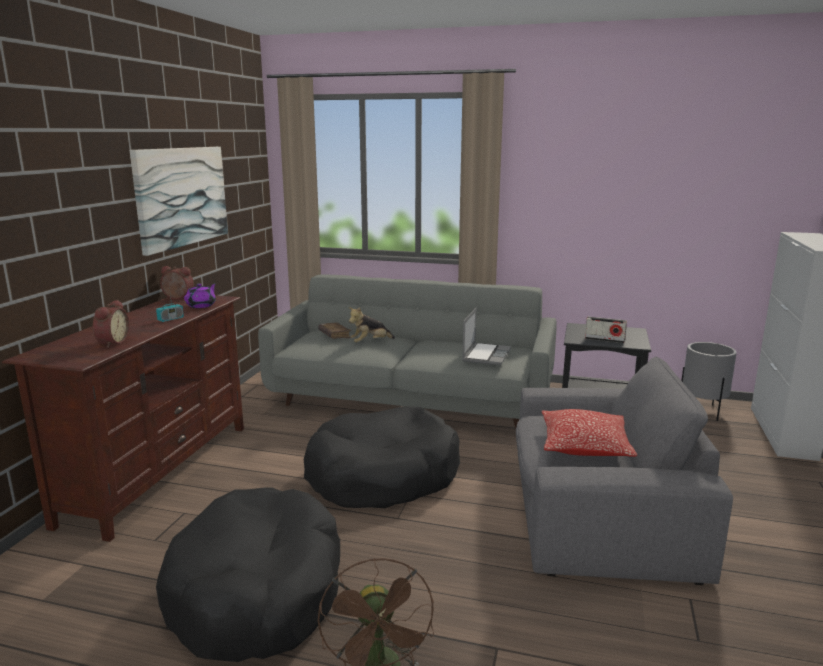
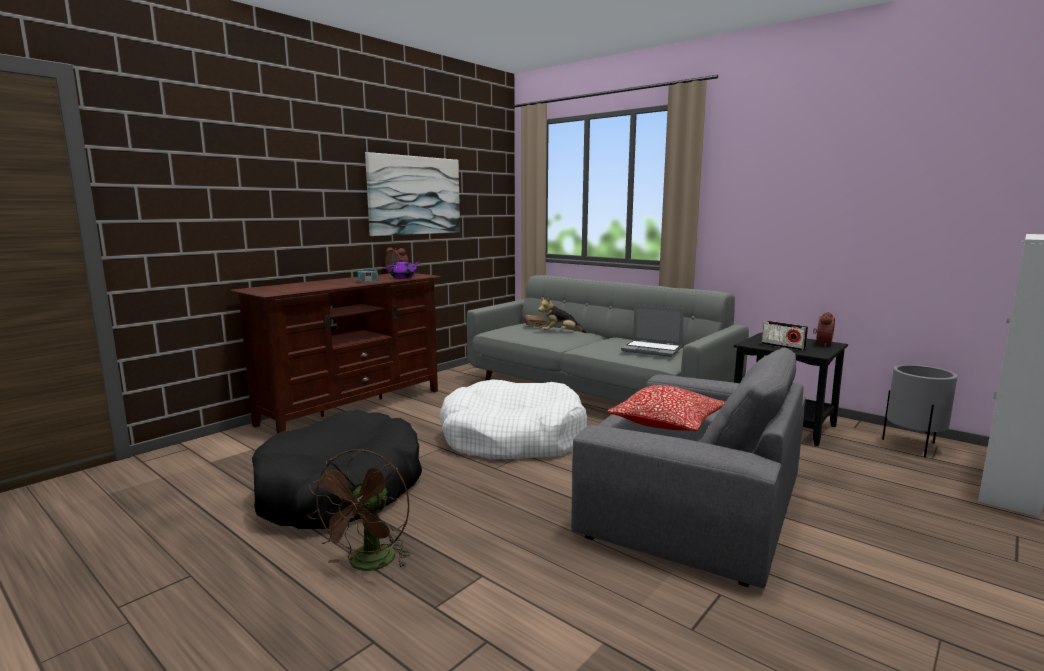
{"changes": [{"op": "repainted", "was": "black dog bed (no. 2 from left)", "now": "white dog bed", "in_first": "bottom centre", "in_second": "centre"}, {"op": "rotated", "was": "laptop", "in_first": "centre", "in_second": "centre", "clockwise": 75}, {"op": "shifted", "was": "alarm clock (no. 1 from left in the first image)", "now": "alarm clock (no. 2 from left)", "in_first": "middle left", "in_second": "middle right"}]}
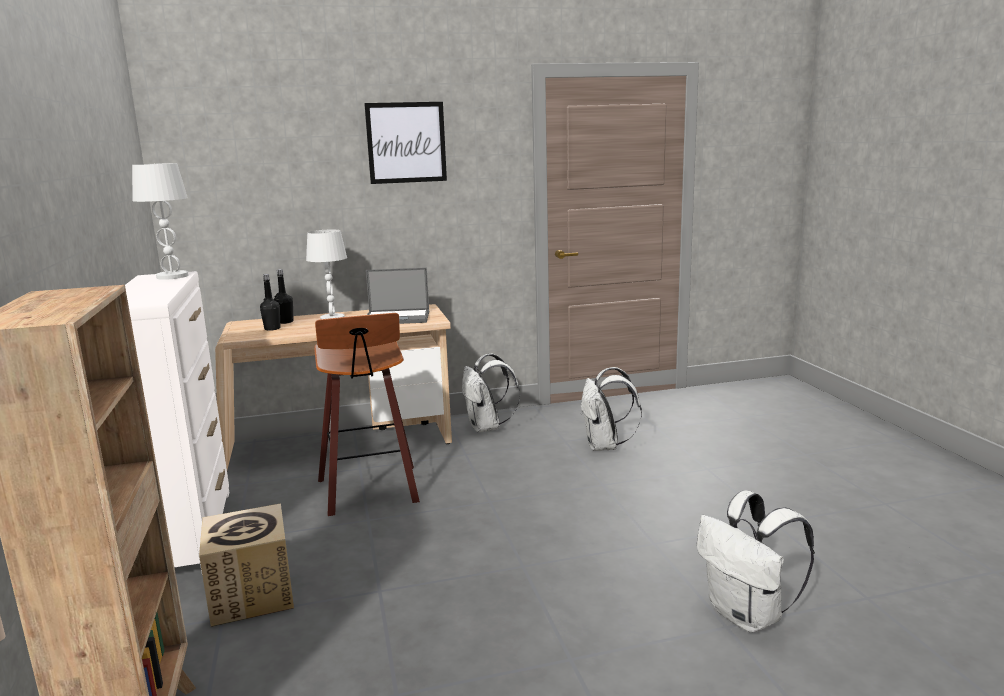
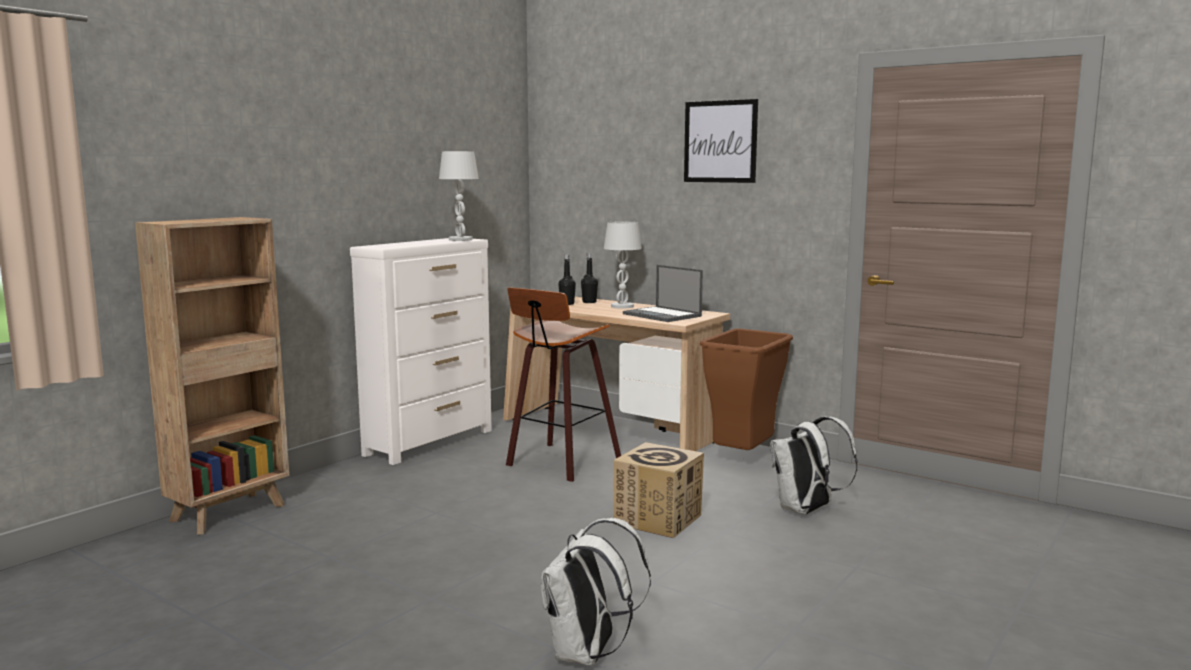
{"changes": [{"op": "shifted", "was": "cardboard box", "in_first": "bottom left", "in_second": "bottom centre"}, {"op": "swapped", "was": "white backpack (no. 1 from left)", "now": "brown trash can", "in_first": "centre", "in_second": "centre"}]}
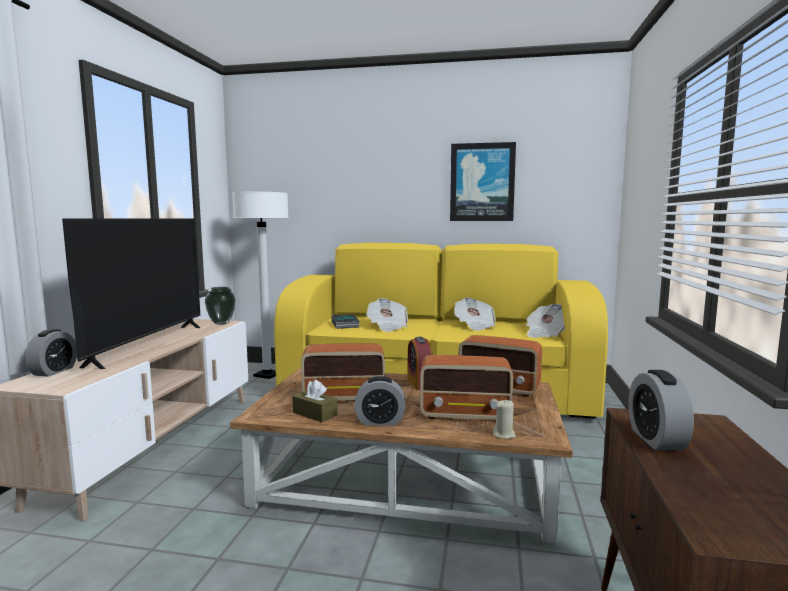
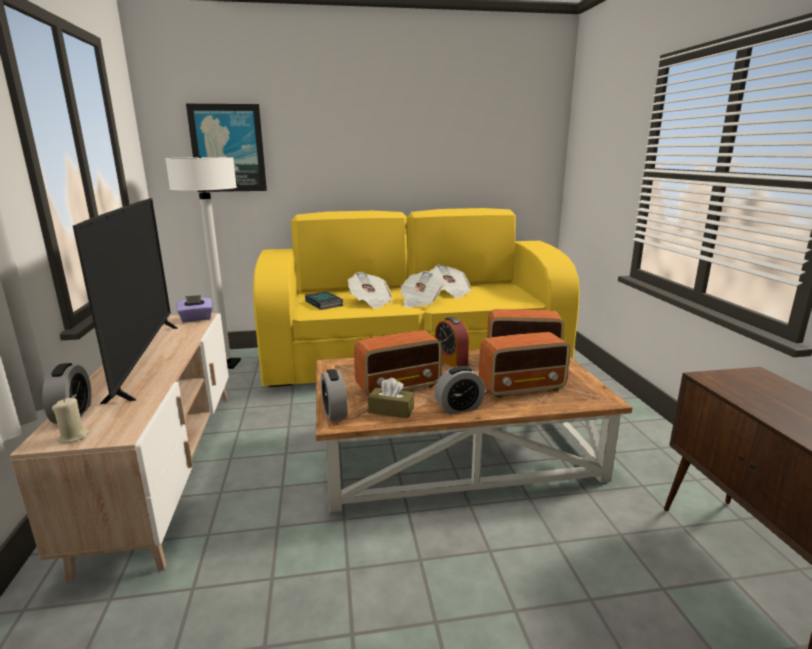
{"changes": [{"op": "shifted", "was": "beige candle", "in_first": "bottom centre", "in_second": "middle left"}, {"op": "swapped", "was": "vase", "now": "purple tissue box", "in_first": "middle left", "in_second": "middle left"}, {"op": "shifted", "was": "picture", "in_first": "top centre", "in_second": "top left"}, {"op": "shifted", "was": "alarm clock (no. 4 from left in the first image)", "now": "alarm clock (no. 2 from left)", "in_first": "bottom right", "in_second": "centre"}, {"op": "shifted", "was": "newspaper (no. 3 from left in the first image)", "now": "newspaper (no. 2 from left)", "in_first": "middle right", "in_second": "centre"}]}
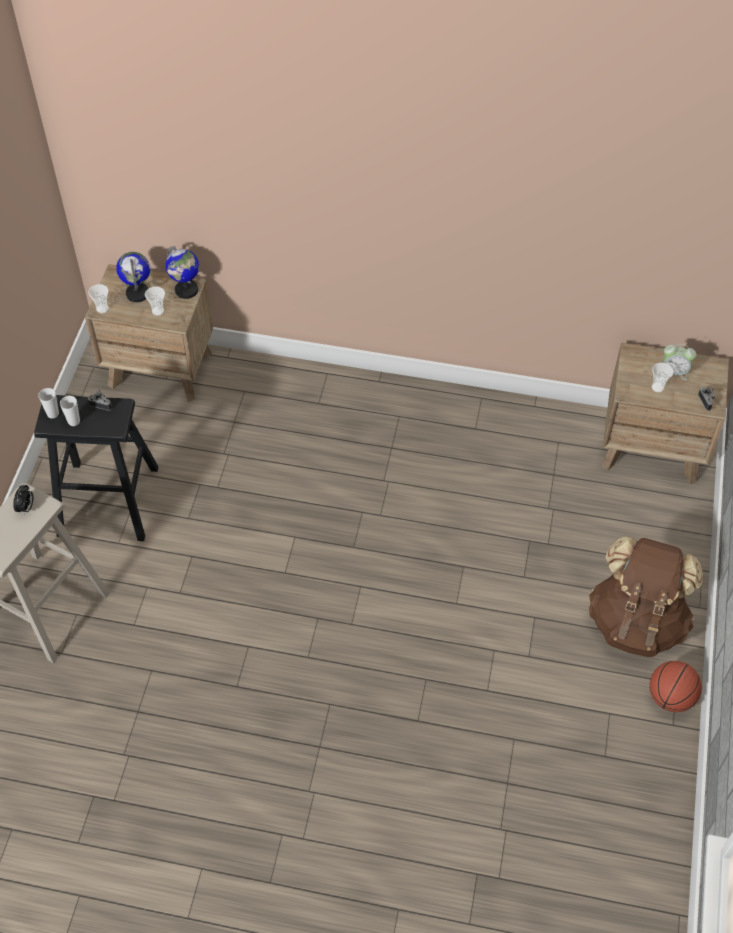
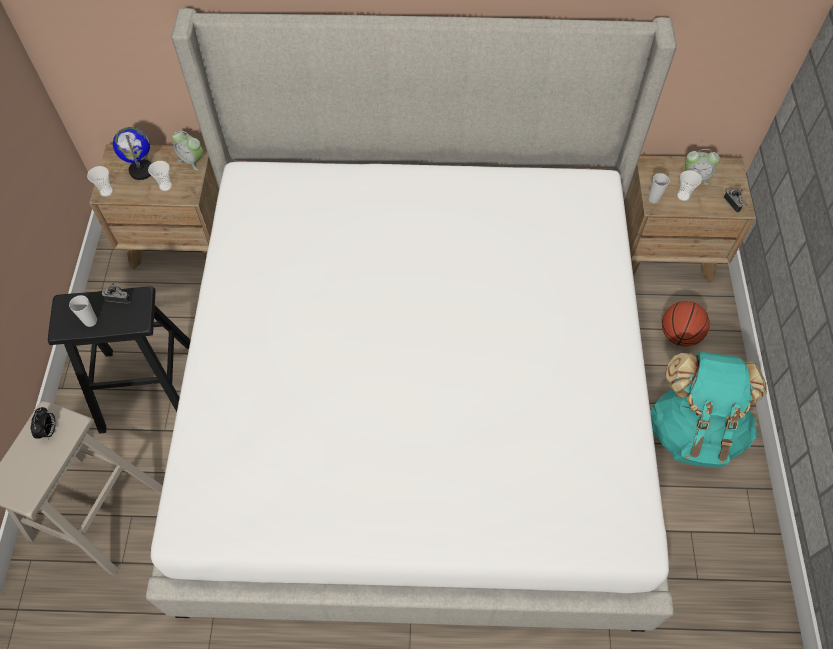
{"changes": [{"op": "new", "now": "bed", "in_second": "centre"}, {"op": "swapped", "was": "globe (no. 2 from left)", "now": "alarm clock (no. 2 from left)", "in_first": "top left", "in_second": "top left"}, {"op": "shifted", "was": "cup (no. 1 from left in the first image)", "now": "cup (no. 4 from left)", "in_first": "middle left", "in_second": "top right"}, {"op": "repainted", "was": "brown backpack", "now": "turquoise backpack", "in_first": "middle right", "in_second": "middle right"}, {"op": "shifted", "was": "basketball", "in_first": "bottom right", "in_second": "middle right"}]}
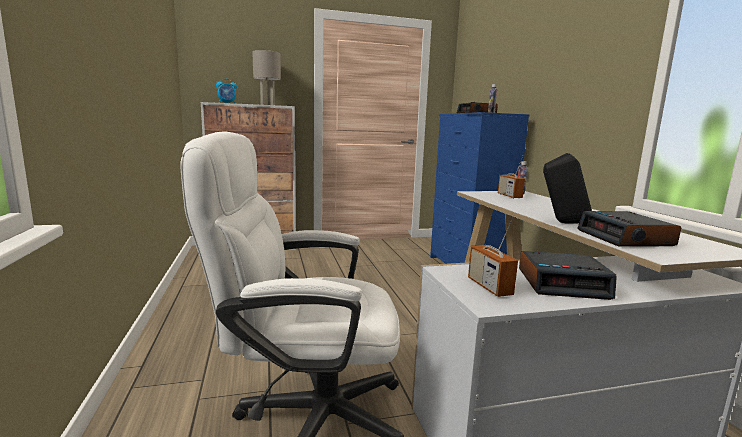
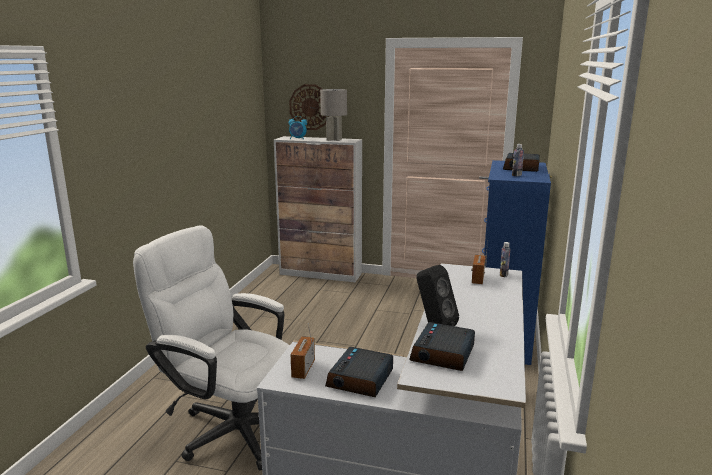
{"changes": [{"op": "new", "now": "wall clock", "in_second": "top centre"}, {"op": "rotated", "was": "alarm clock (no. 3 from left in the first image)", "in_first": "middle right", "in_second": "bottom centre", "clockwise": 75}]}
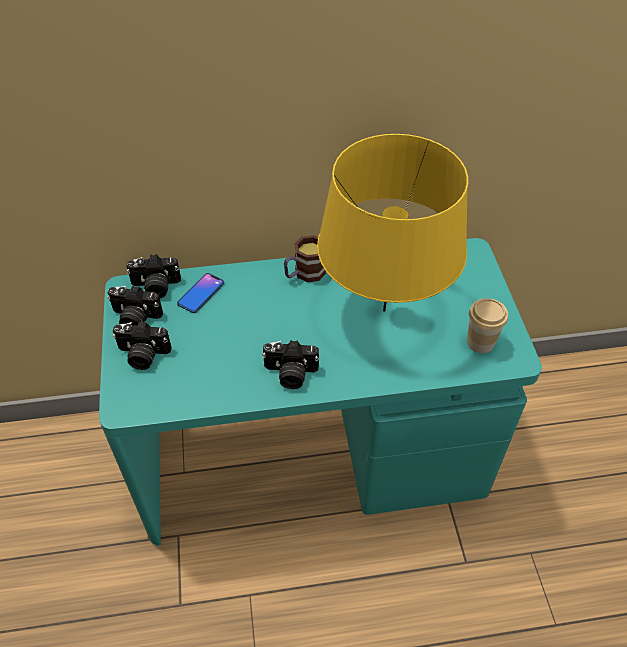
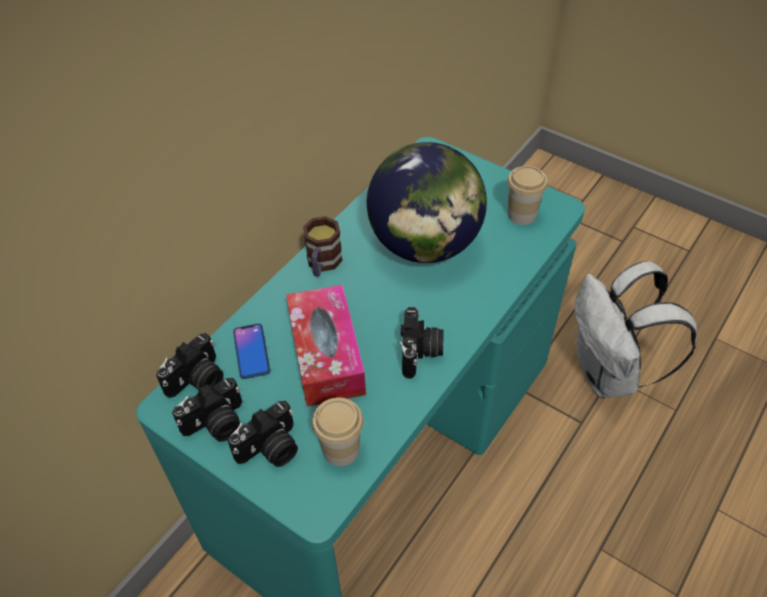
{"changes": [{"op": "new", "now": "tissue box", "in_second": "centre"}, {"op": "new", "now": "cup (no. 1 from left)", "in_second": "bottom centre"}, {"op": "swapped", "was": "yellow table lamp", "now": "globe", "in_first": "centre", "in_second": "centre"}, {"op": "rotated", "was": "photo camera (no. 4 from left)", "in_first": "centre", "in_second": "centre", "clockwise": -45}, {"op": "new", "now": "white backpack", "in_second": "middle right"}]}
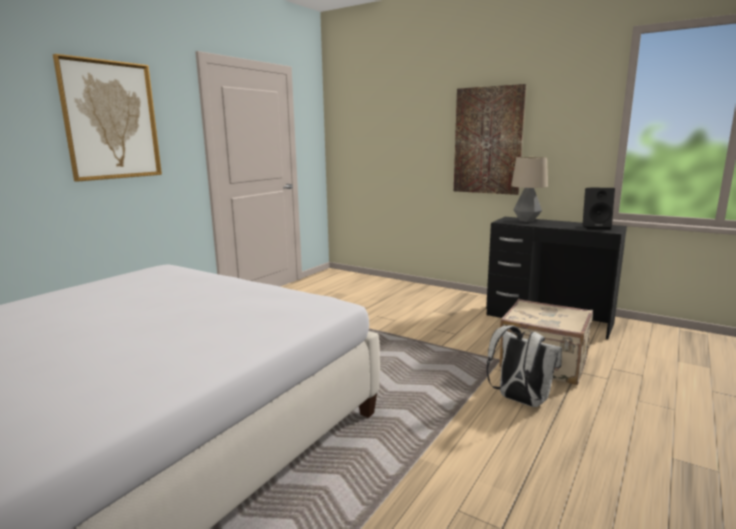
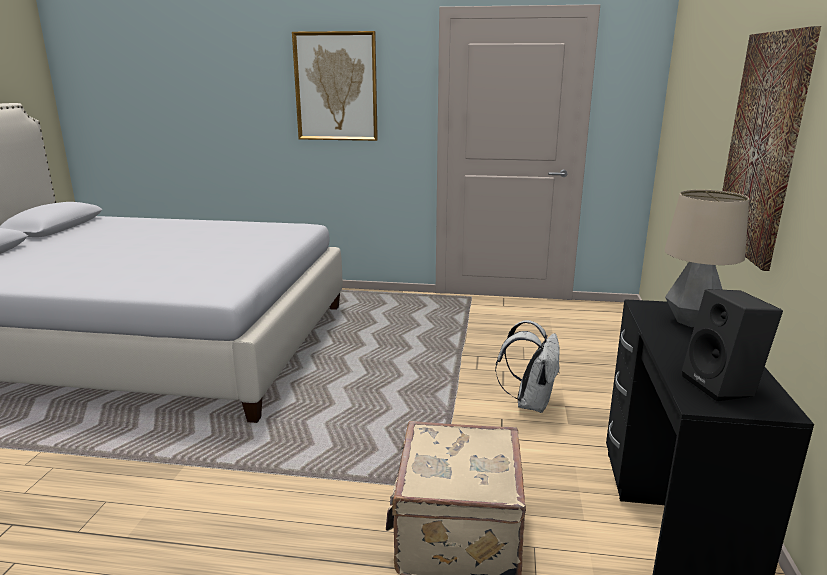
{"changes": [{"op": "shifted", "was": "white backpack", "in_first": "bottom right", "in_second": "centre"}]}
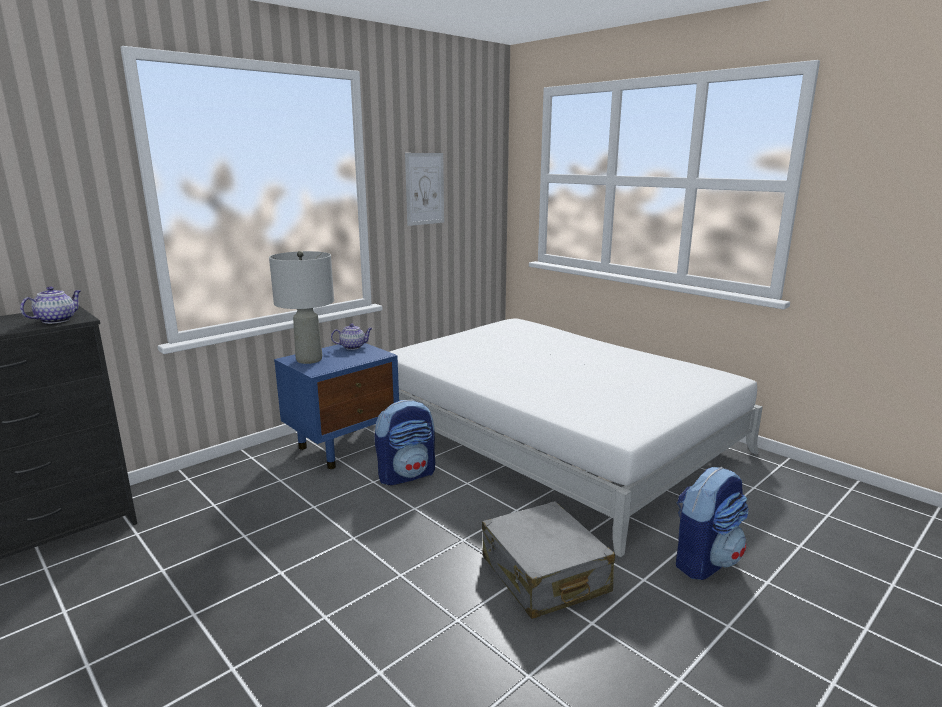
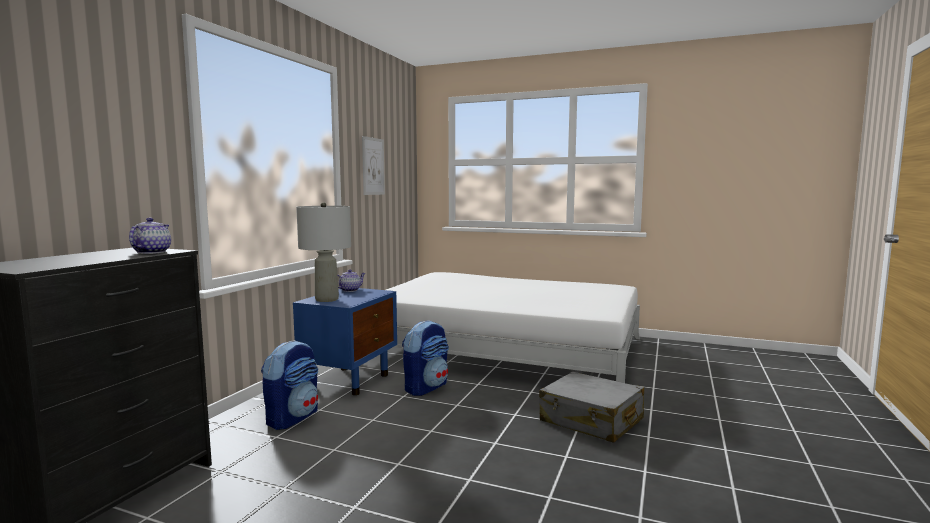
{"changes": [{"op": "shifted", "was": "backpack (no. 2 from left in the first image)", "now": "backpack (no. 1 from left)", "in_first": "bottom right", "in_second": "bottom left"}]}
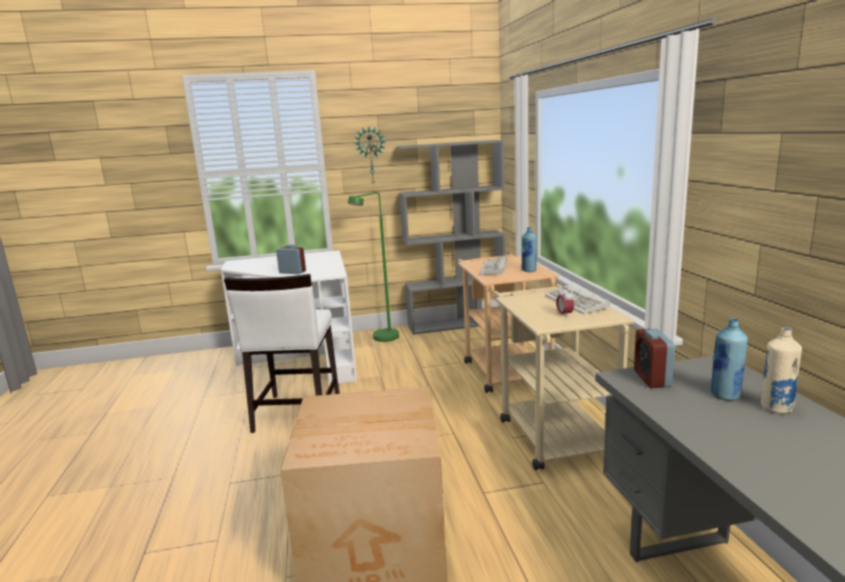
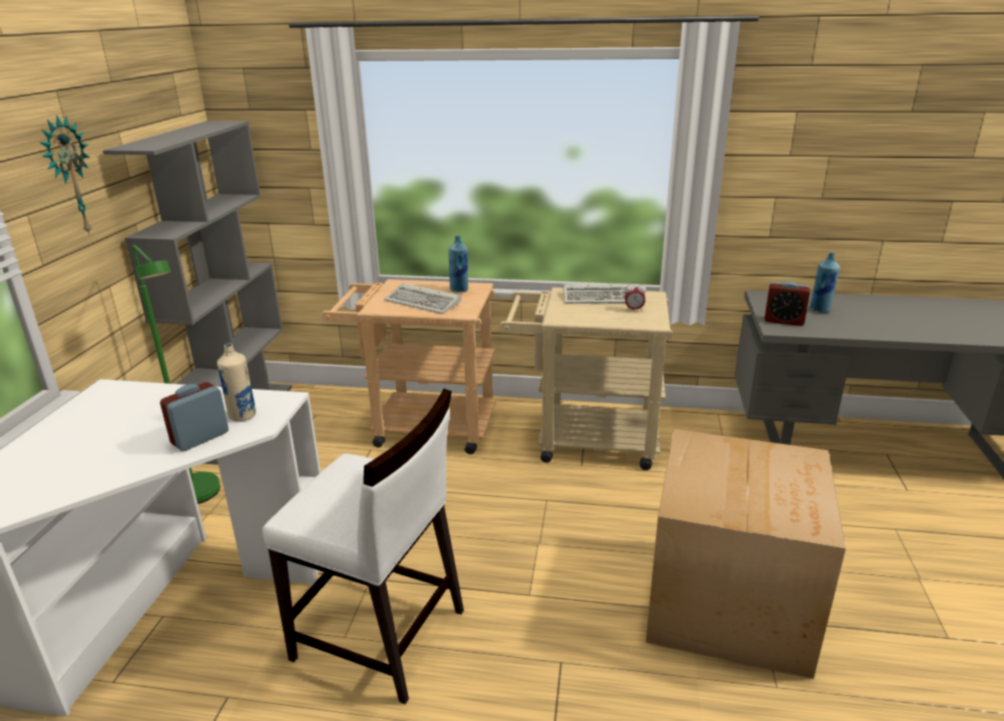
{"changes": [{"op": "shifted", "was": "beige bottle", "in_first": "middle right", "in_second": "middle left"}]}
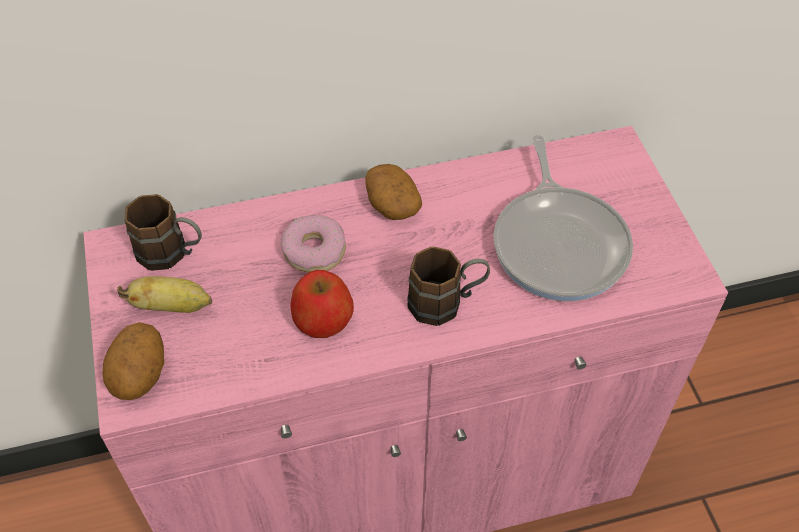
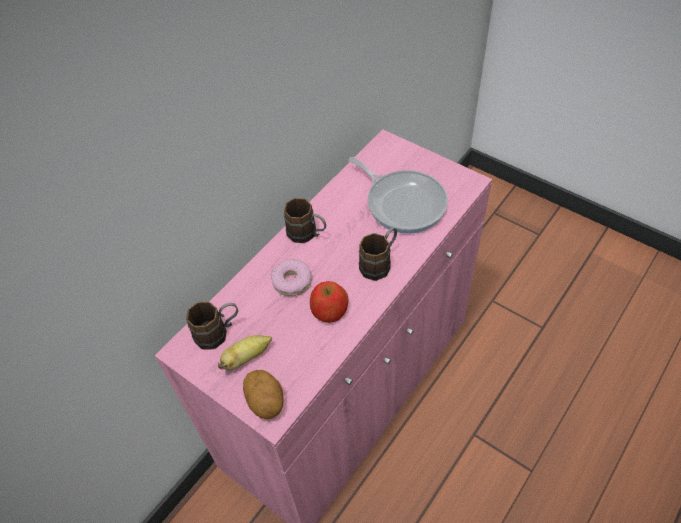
{"changes": [{"op": "swapped", "was": "potato (no. 2 from left)", "now": "brown mug (no. 2 from left)", "in_first": "centre", "in_second": "centre"}]}
